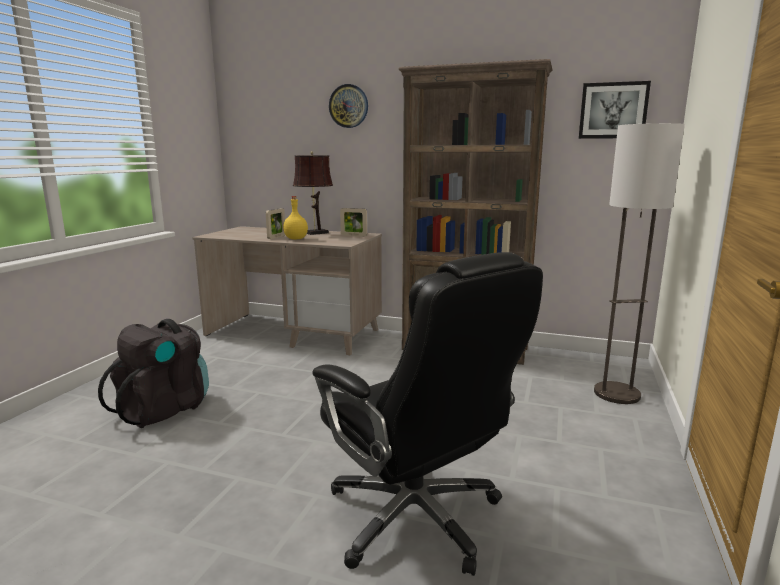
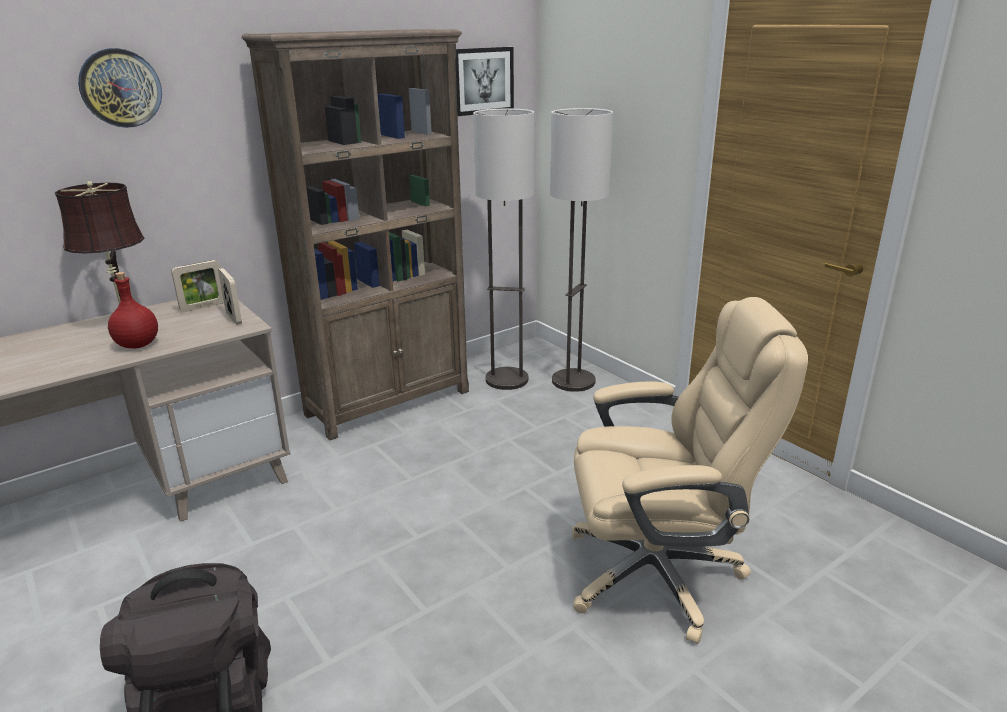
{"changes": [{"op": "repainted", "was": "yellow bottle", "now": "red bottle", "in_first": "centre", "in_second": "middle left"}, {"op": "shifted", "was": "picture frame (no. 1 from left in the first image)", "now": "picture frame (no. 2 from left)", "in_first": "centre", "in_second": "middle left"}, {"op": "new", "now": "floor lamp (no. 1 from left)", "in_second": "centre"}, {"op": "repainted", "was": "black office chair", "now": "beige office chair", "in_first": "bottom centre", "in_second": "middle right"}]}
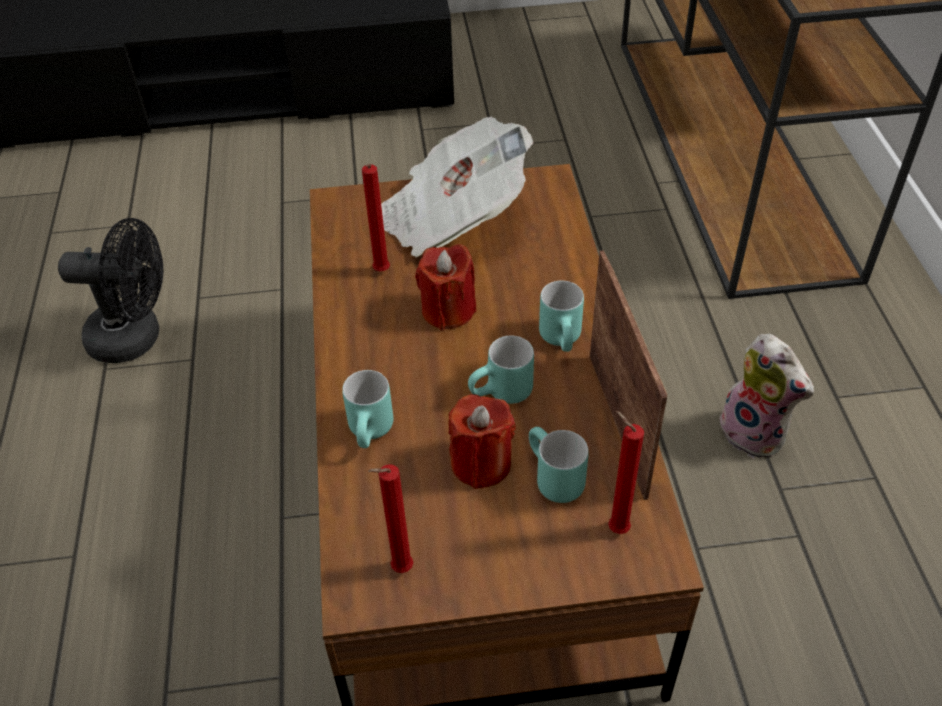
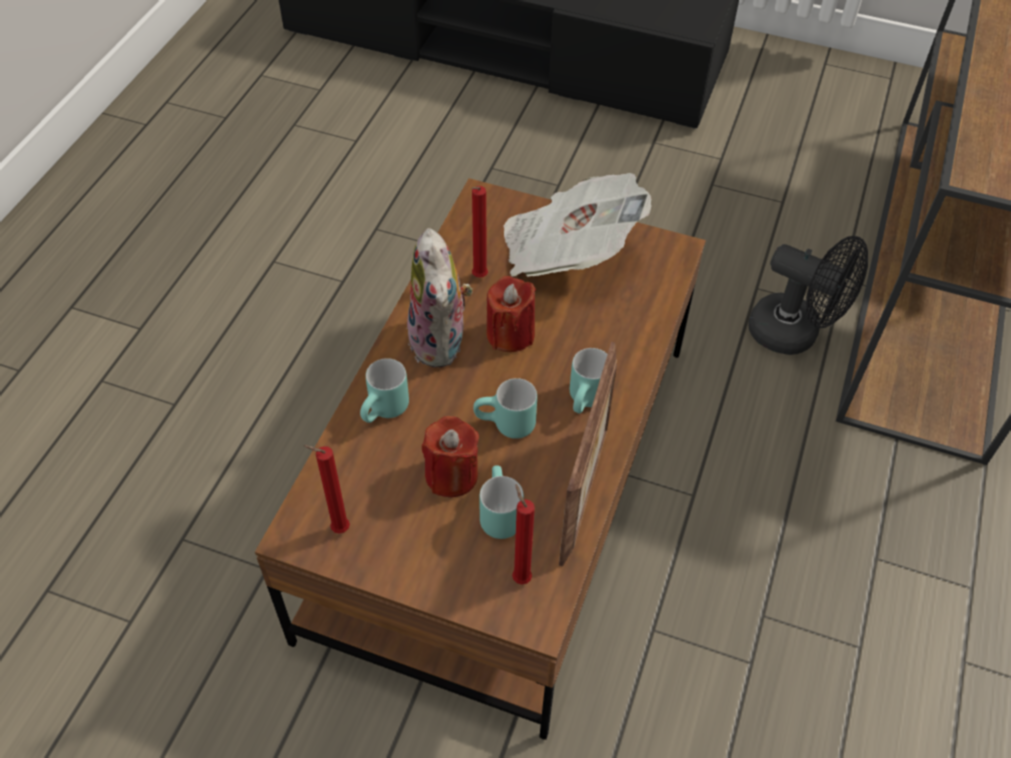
{"changes": [{"op": "shifted", "was": "plush toy", "in_first": "middle right", "in_second": "centre"}, {"op": "shifted", "was": "black fan", "in_first": "middle left", "in_second": "middle right"}]}
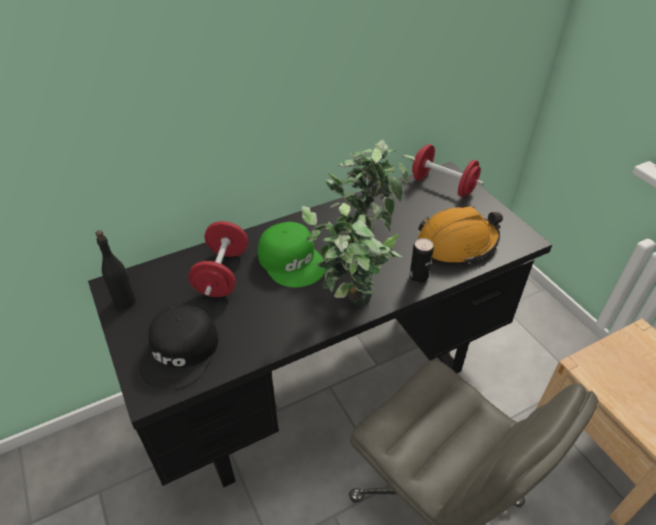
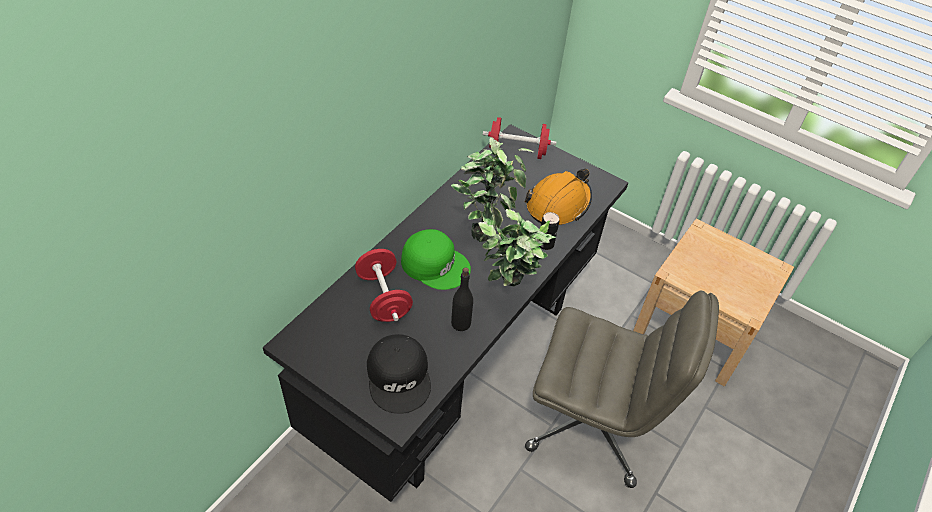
{"changes": [{"op": "shifted", "was": "black bottle", "in_first": "middle left", "in_second": "centre"}]}
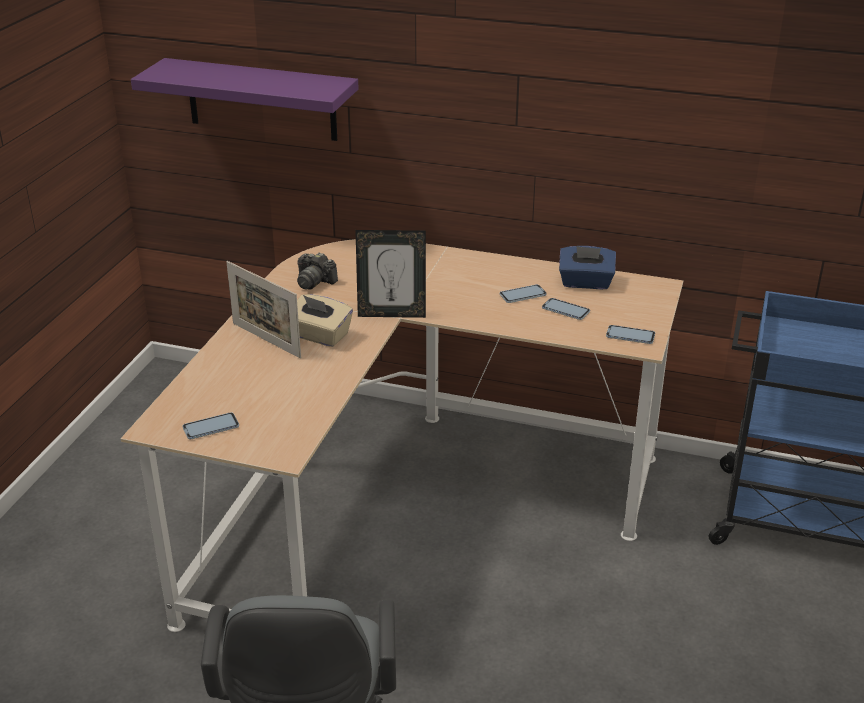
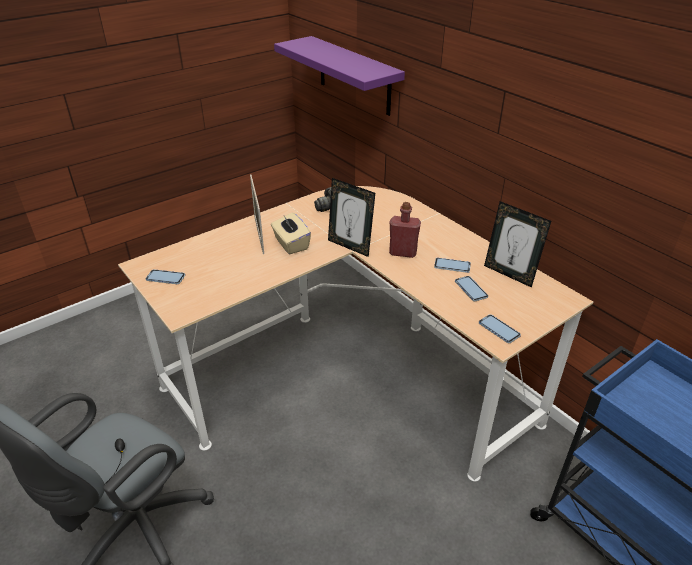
{"changes": [{"op": "new", "now": "red bottle", "in_second": "centre"}, {"op": "swapped", "was": "blue tissue box", "now": "picture frame (no. 3 from left)", "in_first": "middle right", "in_second": "middle right"}]}
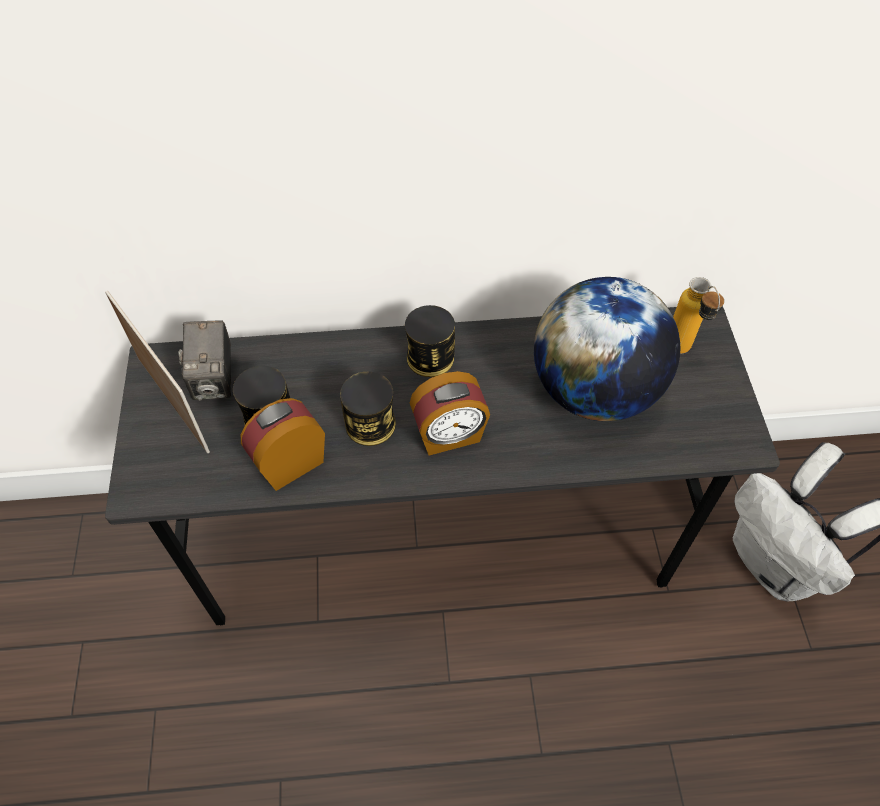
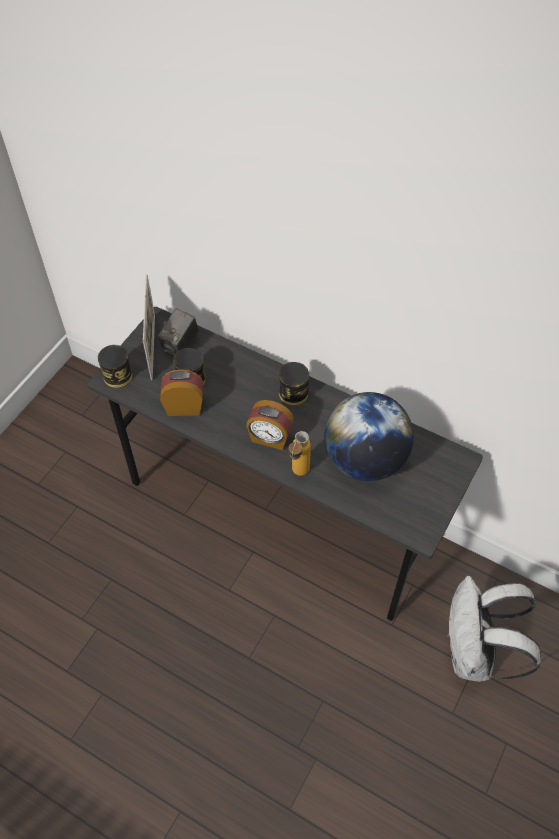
{"changes": [{"op": "shifted", "was": "can (no. 2 from left in the first image)", "now": "can (no. 1 from left)", "in_first": "centre", "in_second": "middle left"}, {"op": "shifted", "was": "bottle", "in_first": "middle right", "in_second": "centre"}]}
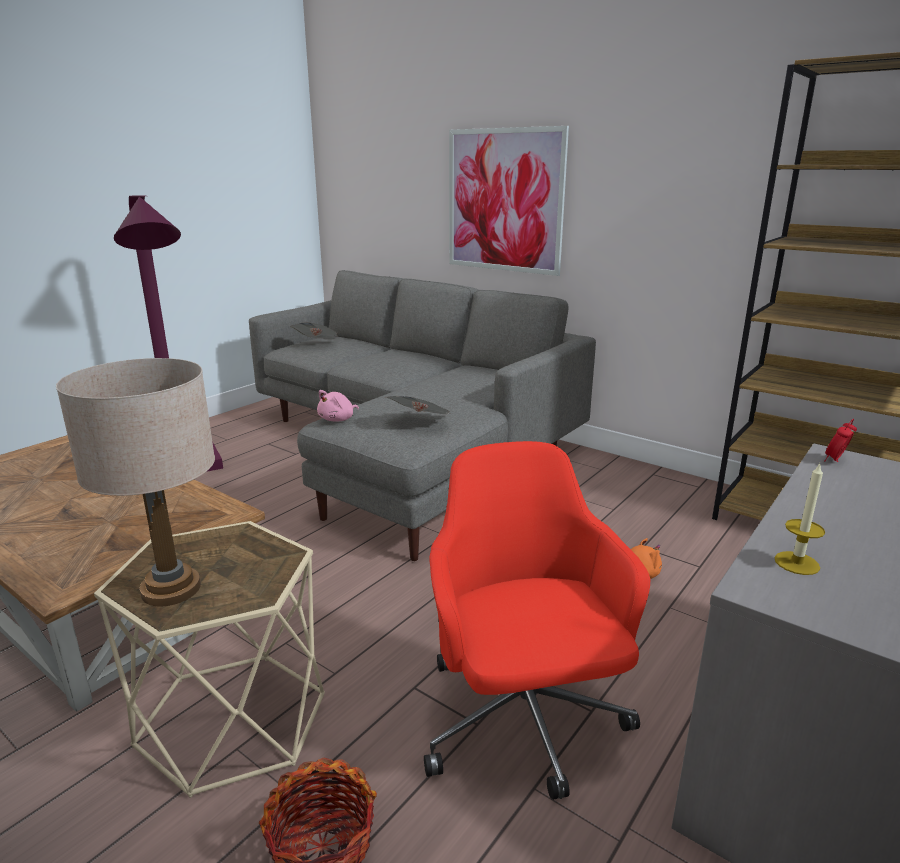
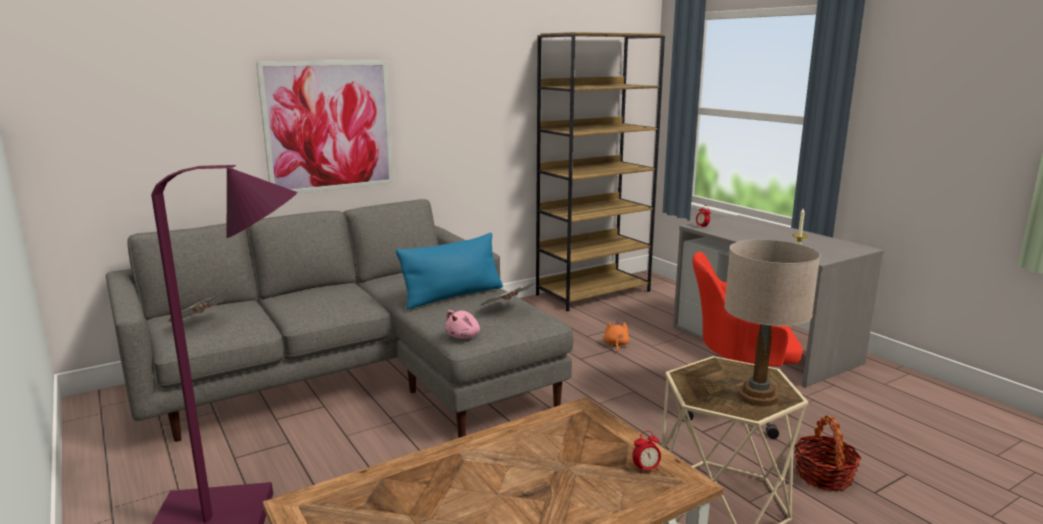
{"changes": [{"op": "new", "now": "blue pillow", "in_second": "centre"}, {"op": "rotated", "was": "pink plush toy", "in_first": "centre", "in_second": "centre", "clockwise": 60}, {"op": "new", "now": "alarm clock (no. 1 from left)", "in_second": "bottom centre"}]}
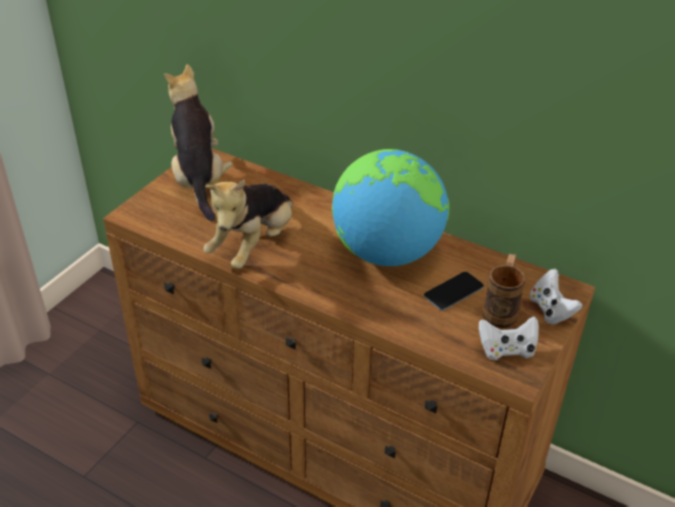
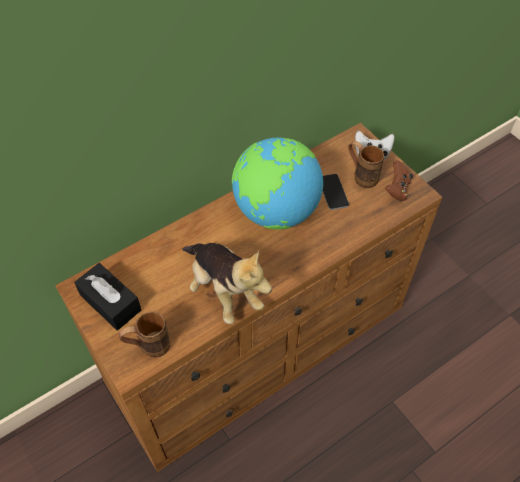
{"changes": [{"op": "swapped", "was": "plush toy (no. 1 from left)", "now": "black tissue box", "in_first": "top left", "in_second": "middle left"}, {"op": "new", "now": "brown mug (no. 1 from left)", "in_second": "bottom left"}, {"op": "repainted", "was": "white game controller (no. 1 from left)", "now": "brown game controller", "in_first": "bottom right", "in_second": "middle right"}]}
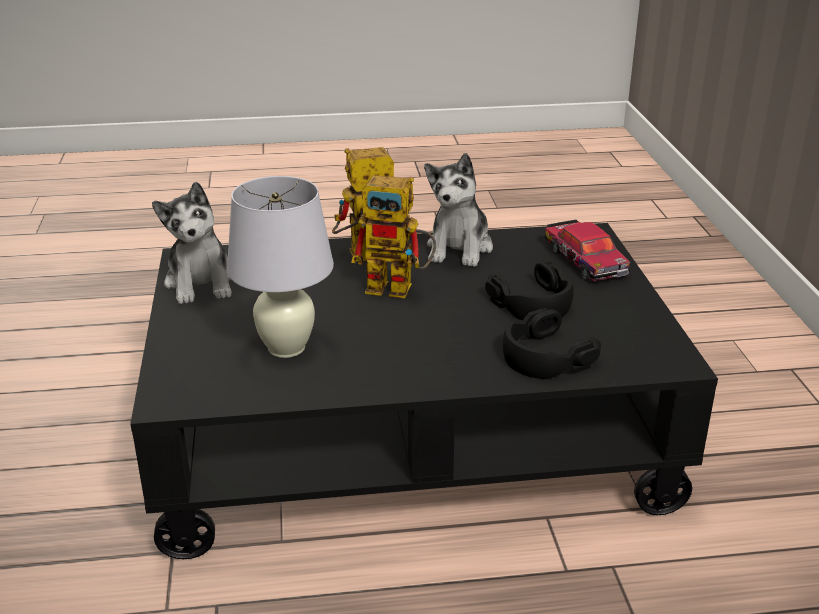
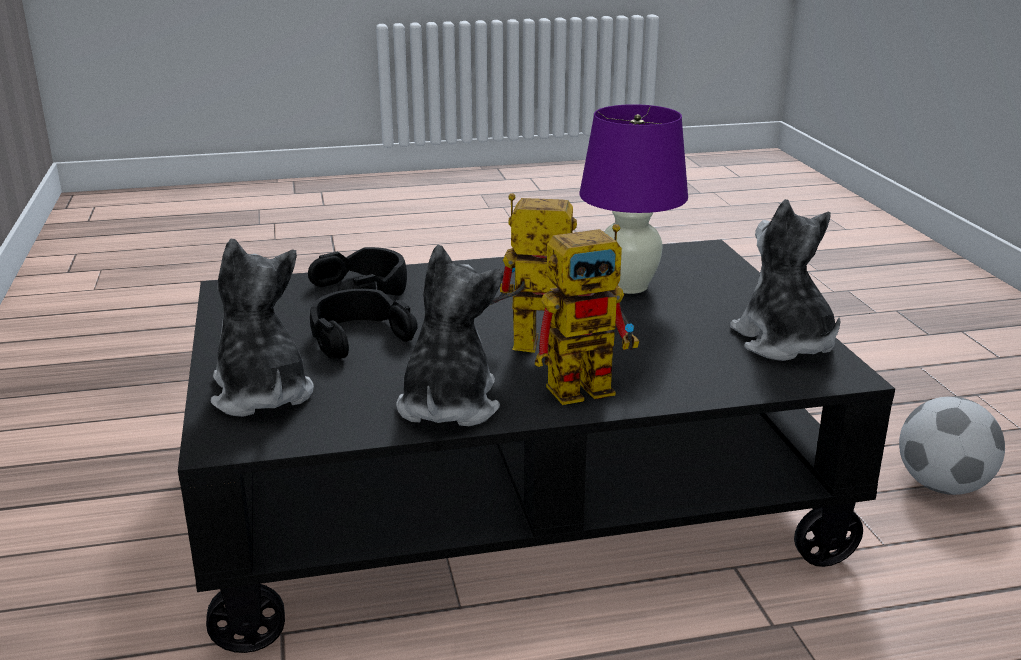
{"changes": [{"op": "swapped", "was": "toy car", "now": "plush toy (no. 1 from left)", "in_first": "middle right", "in_second": "middle left"}, {"op": "repainted", "was": "white table lamp", "now": "purple table lamp", "in_first": "centre", "in_second": "top centre"}, {"op": "new", "now": "football", "in_second": "bottom right"}]}
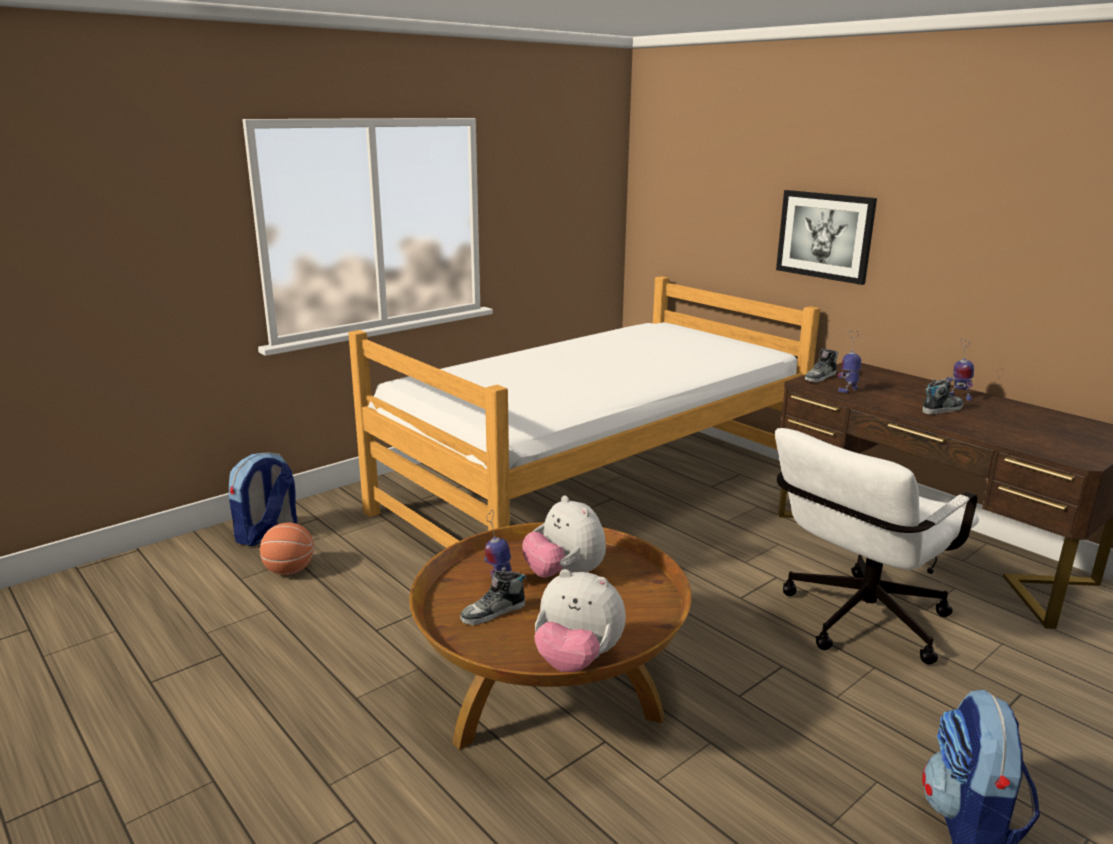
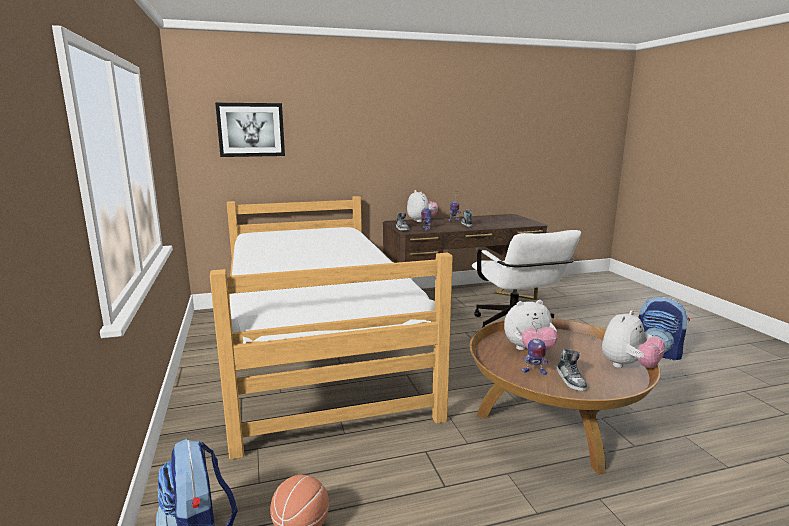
{"changes": [{"op": "shifted", "was": "picture", "in_first": "top right", "in_second": "top left"}, {"op": "new", "now": "plush toy (no. 1 from left)", "in_second": "centre"}]}
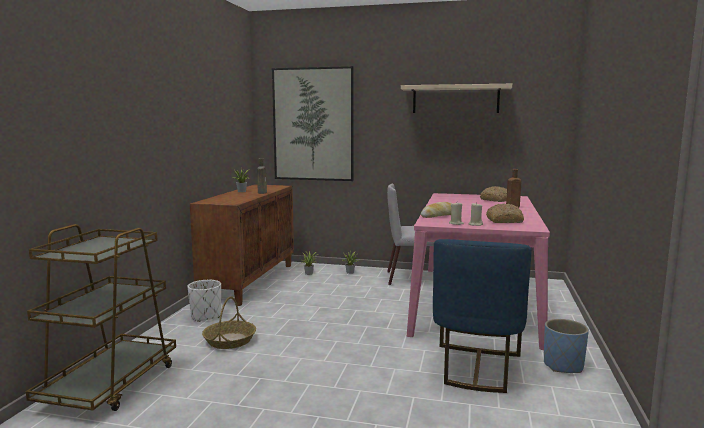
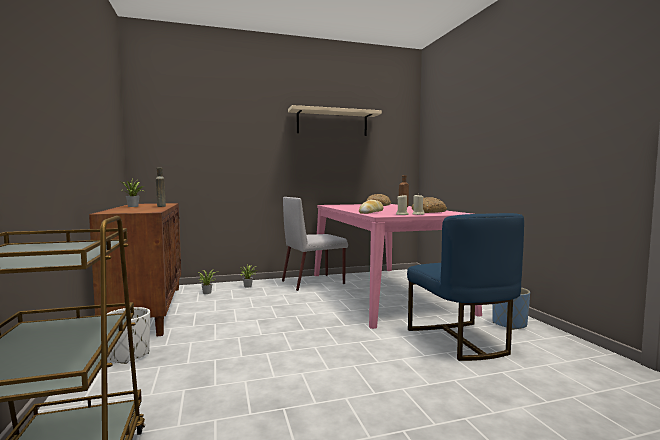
{"changes": [{"op": "gone", "was": "basket", "in_first": "bottom left"}, {"op": "gone", "was": "picture", "in_first": "top centre"}]}
